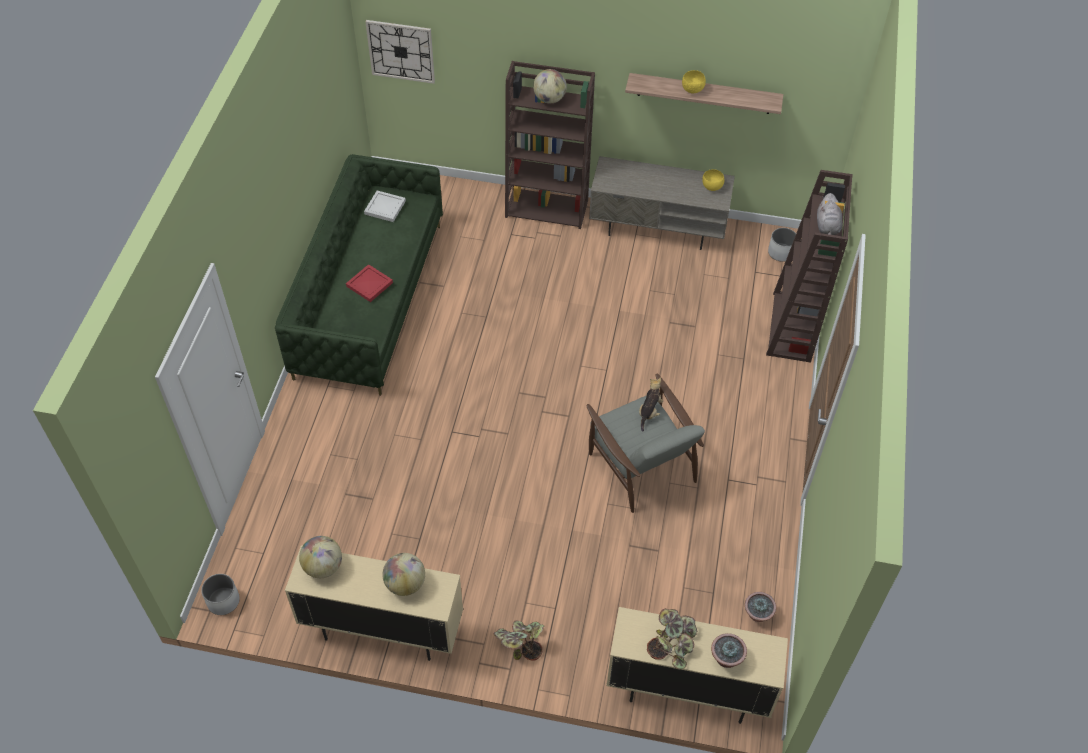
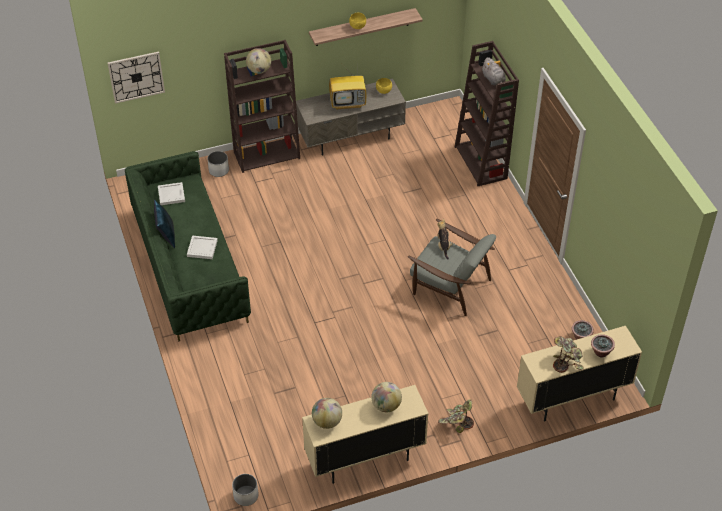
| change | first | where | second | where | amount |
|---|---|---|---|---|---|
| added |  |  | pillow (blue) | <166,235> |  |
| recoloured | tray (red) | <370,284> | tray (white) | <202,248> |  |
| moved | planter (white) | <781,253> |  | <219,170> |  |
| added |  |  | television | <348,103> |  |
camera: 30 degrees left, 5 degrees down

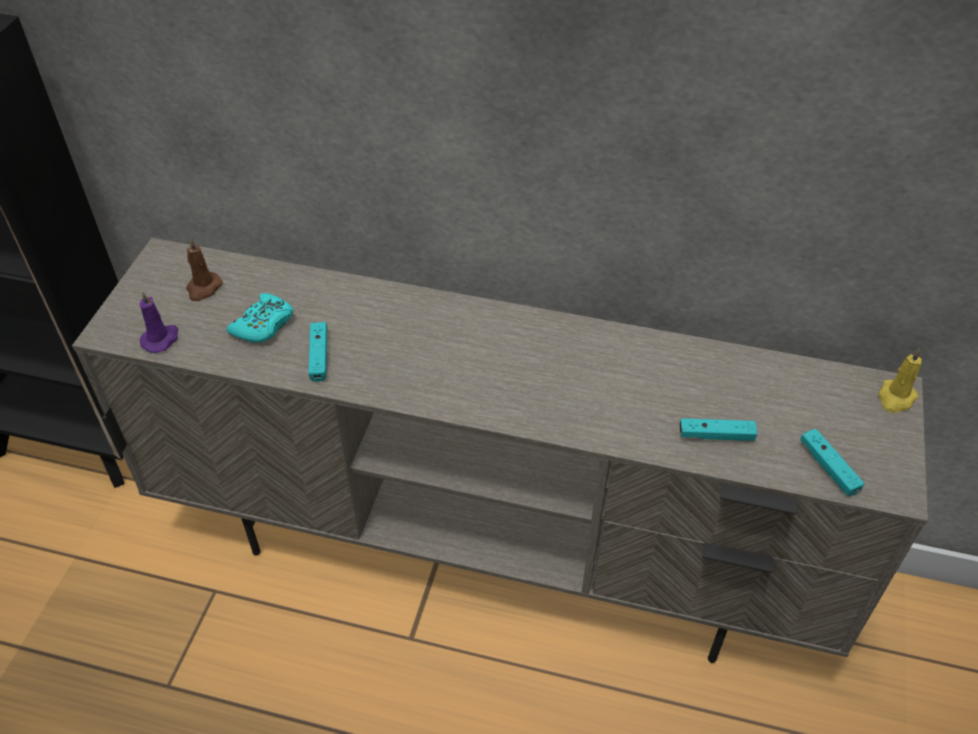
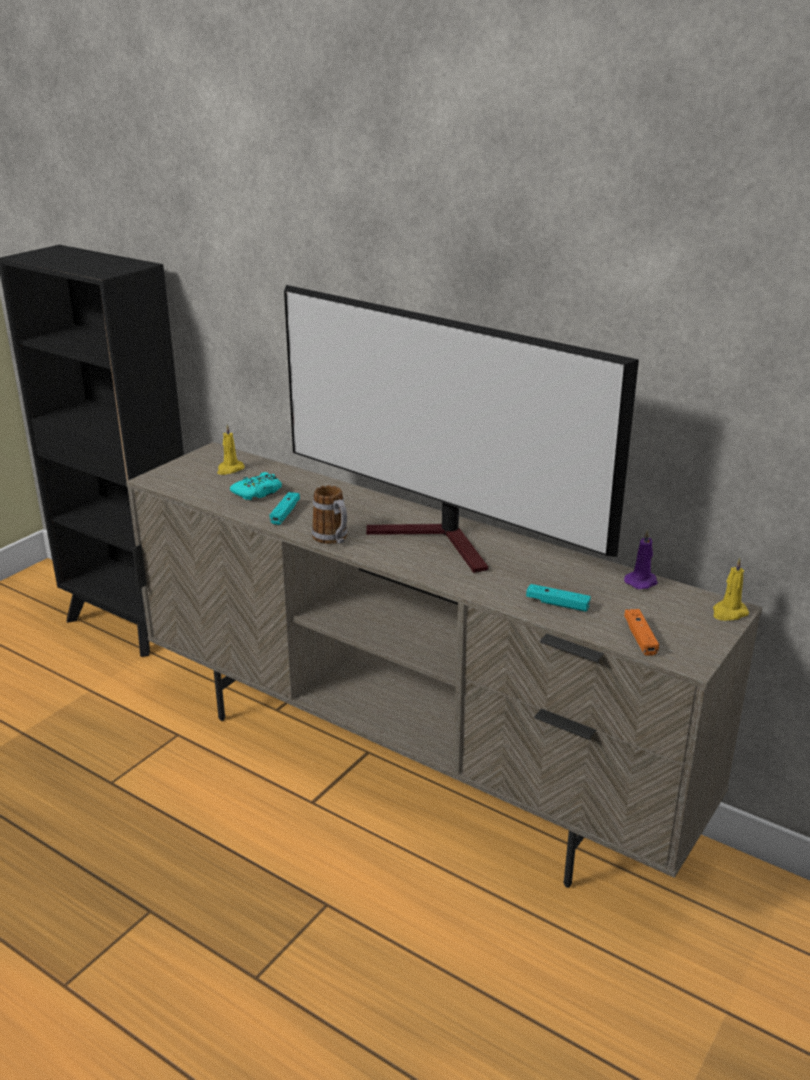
| change | first | where | second | where | amount |
|---|---|---|---|---|---|
| recoloured | candle (brown) | <203,288> | candle (yellow) | <230,469> |  |
| added |  |  | television | <442,541> |  |
| added |  |  | mug | <333,539> |  |
| moved | candle (purple) | <161,339> |  | <642,582> |  |
| recoloured | game controller (turquoise) | <828,467> | game controller (orange) | <640,638> |  |
camera: 20 degrees right, 20 degrees down

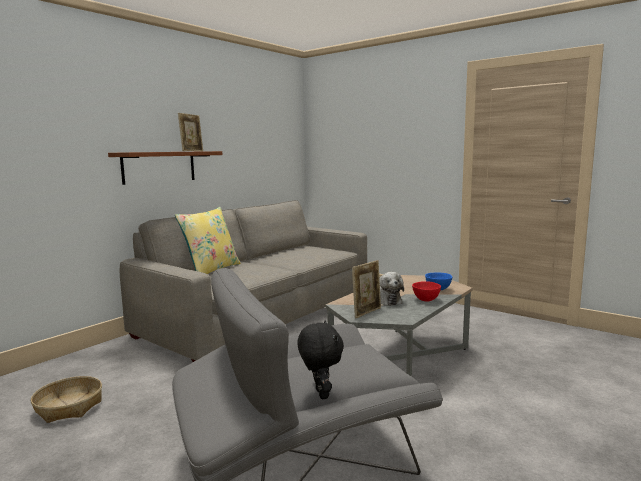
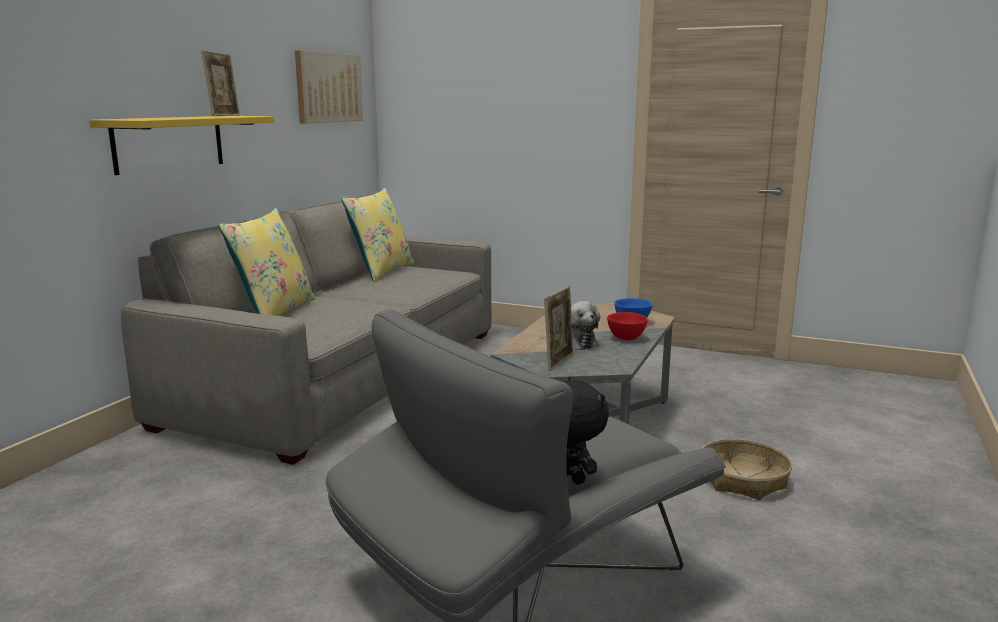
| change | first | where | second | where | amount |
|---|---|---|---|---|---|
| recoloured | shelf (brown) | <159,167> | shelf (yellow) | <169,143> |  |
| added |  |  | picture | <328,87> |  |
| added |  |  | pillow (yellow) | <381,271> |  |
| moved | basket | <69,407> |  | <743,480> |  |
camera: 15 degrees left, 5 degrees up

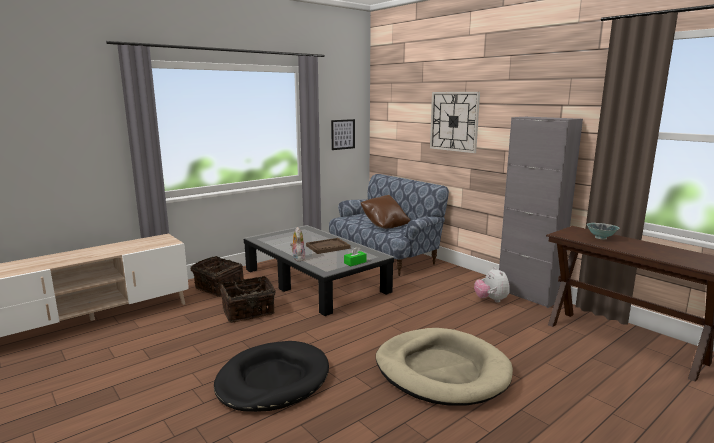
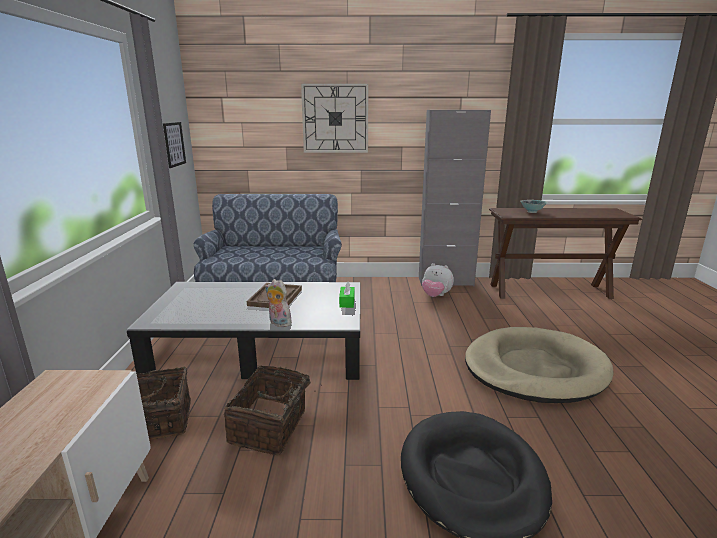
| change | first | where | second | where | amount |
|---|---|---|---|---|---|
| removed | pillow (brown) | <384,225> |  |  |  |
camera: 50 degrees left, 5 degrees up

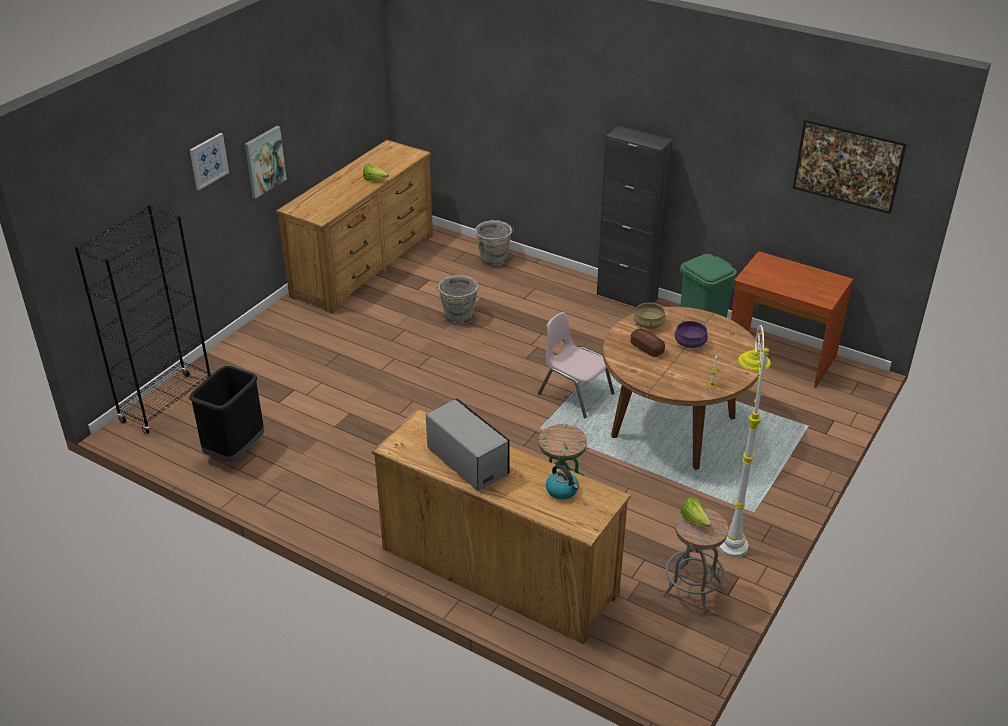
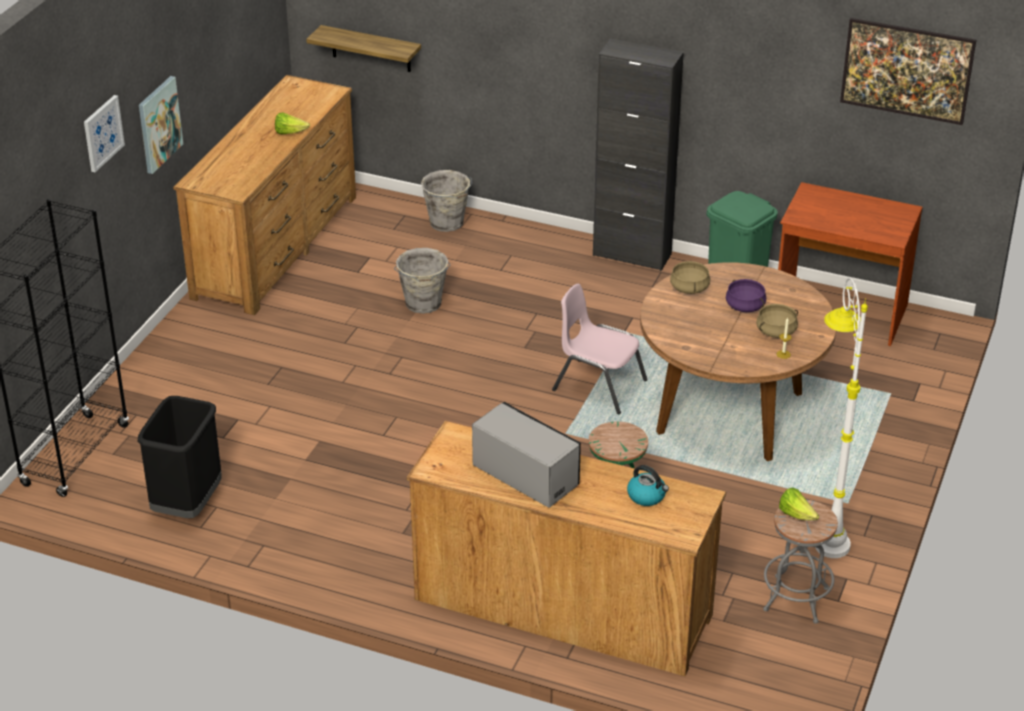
| change | first | where | second | where | amount |
|---|---|---|---|---|---|
| added |  |  | shelf | <371,49> |  |
| added |  |  | cooking pot (beige) | <776,332> |  |
| removed | bread | <647,348> |  |  |  |
camera: 10 degrees left, 0 degrees up

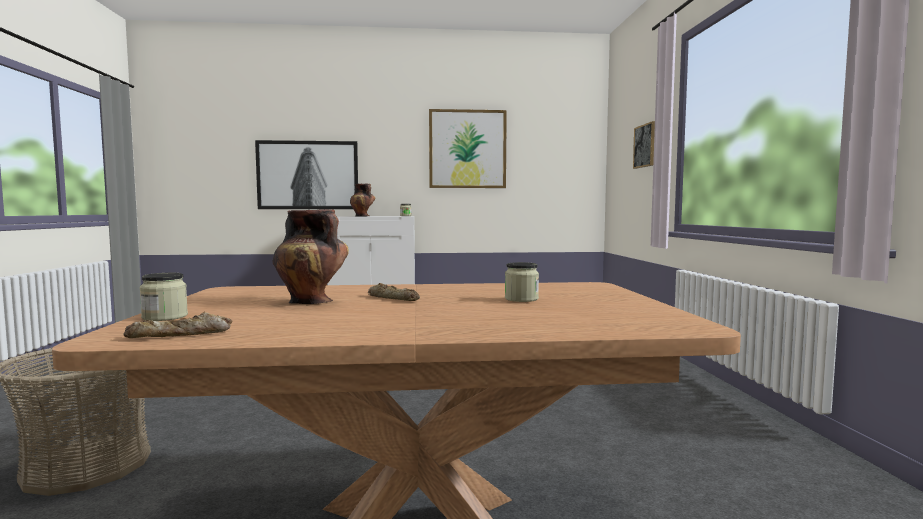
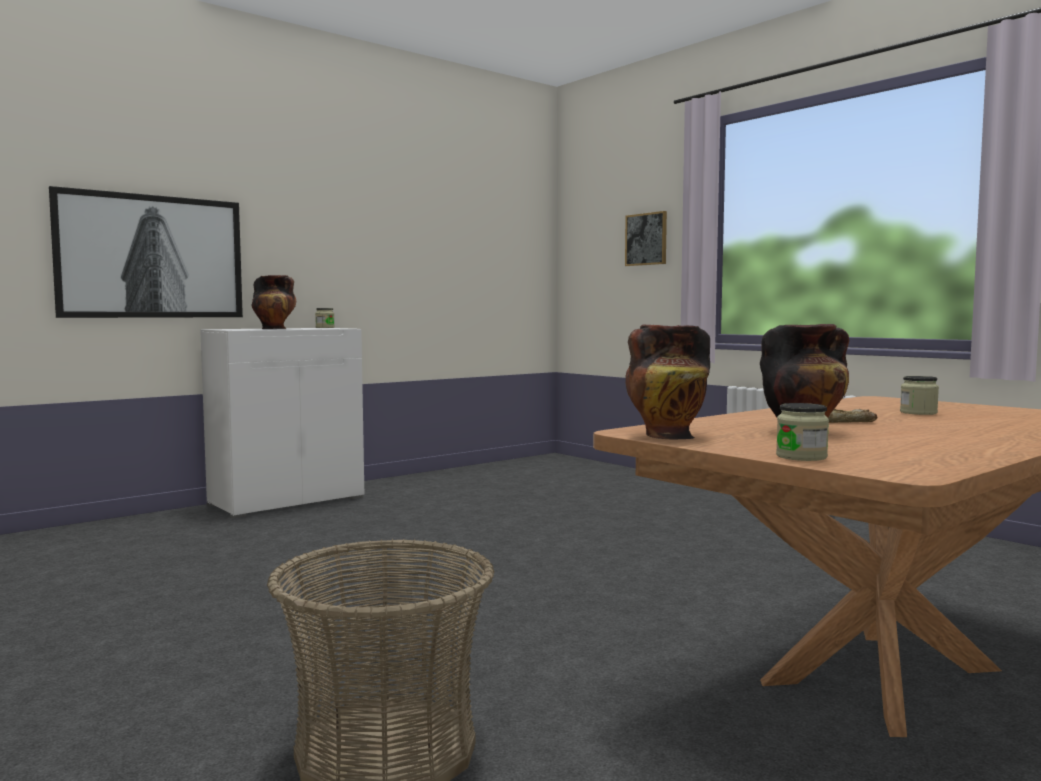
| change | first | where | second | where | amount |
|---|---|---|---|---|---|
| added |  |  | vase | <667,436> |  |
| removed | bread | <180,335> |  |  |  |
| removed | picture | <467,149> |  |  |  |
camera: 35 degrees left, 0 degrees up

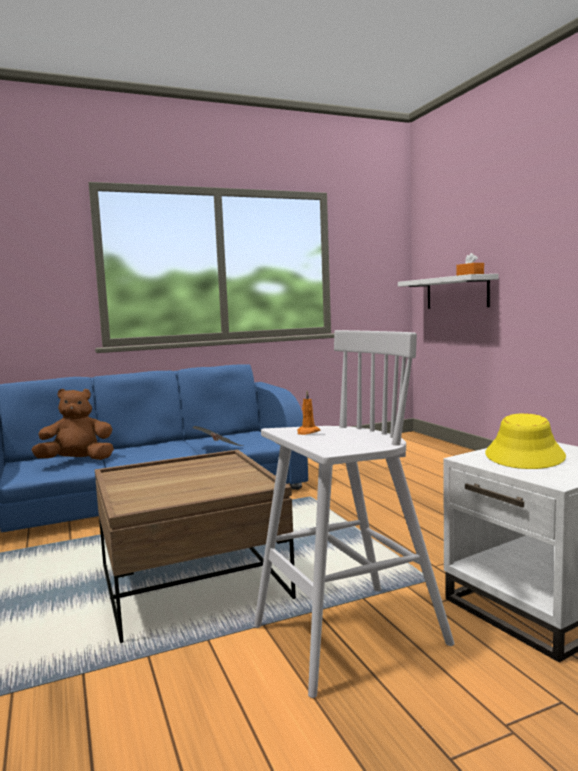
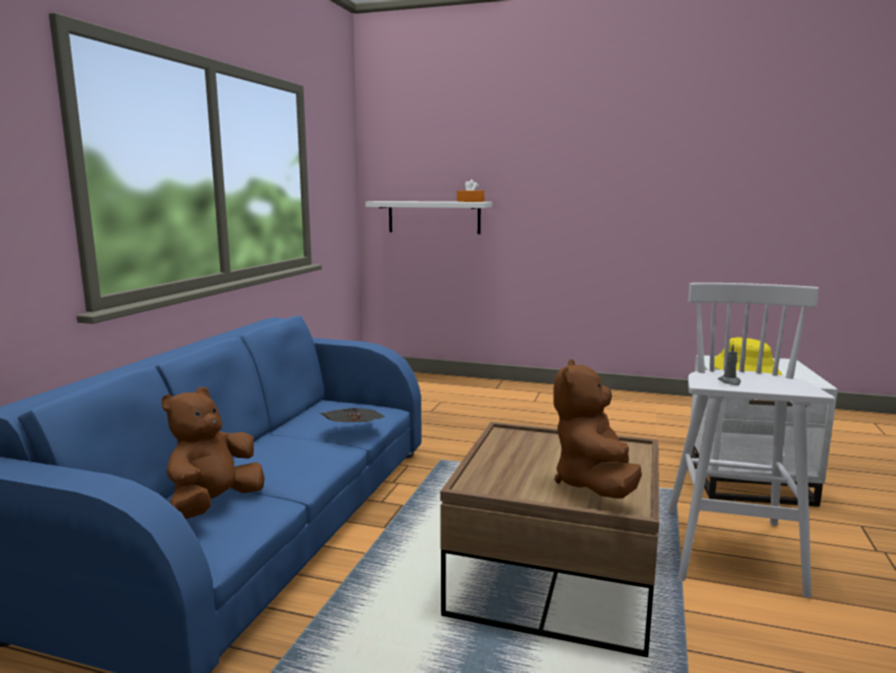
| change | first | where | second | where | amount |
|---|---|---|---|---|---|
| added |  |  | plush toy (brown) | <594,485> |  |
| recoloured | candle (orange) | <307,432> | candle (grey) | <730,382> |  |
camera: 50 degrees left, 5 degrees up

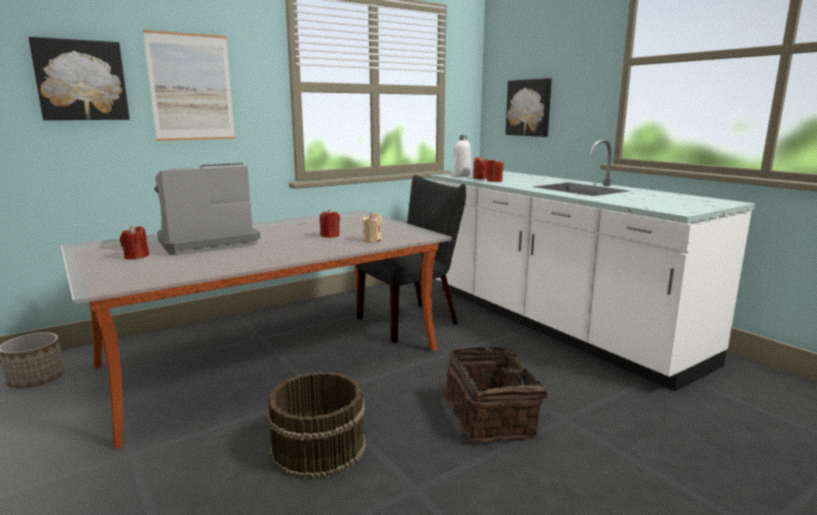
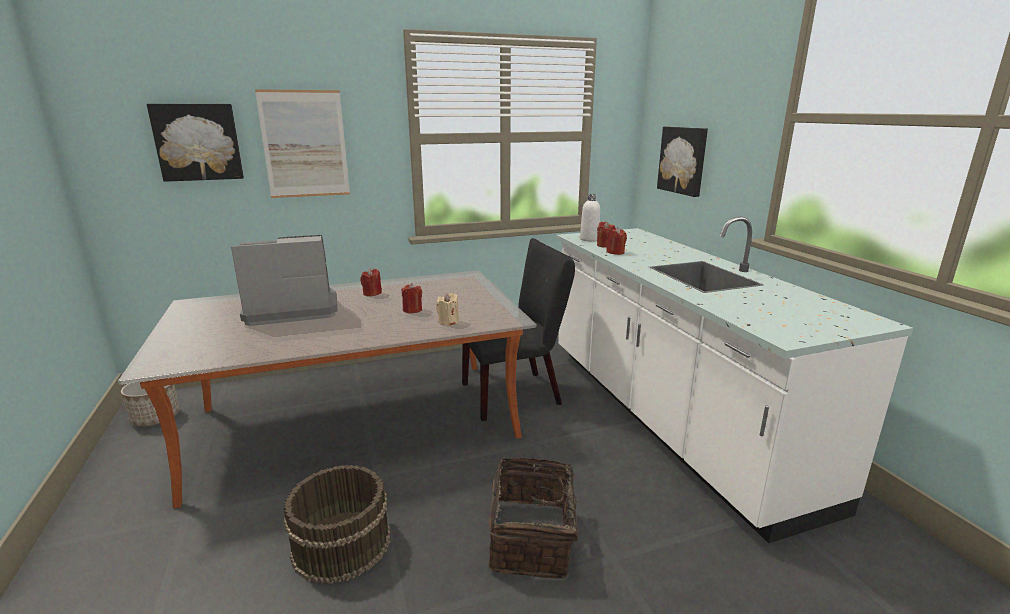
| change | first | where | second | where | amount |
|---|---|---|---|---|---|
| moved | candle (red) | <136,257> |  | <372,293> |  |
camera: 15 degrees right, 5 degrees up

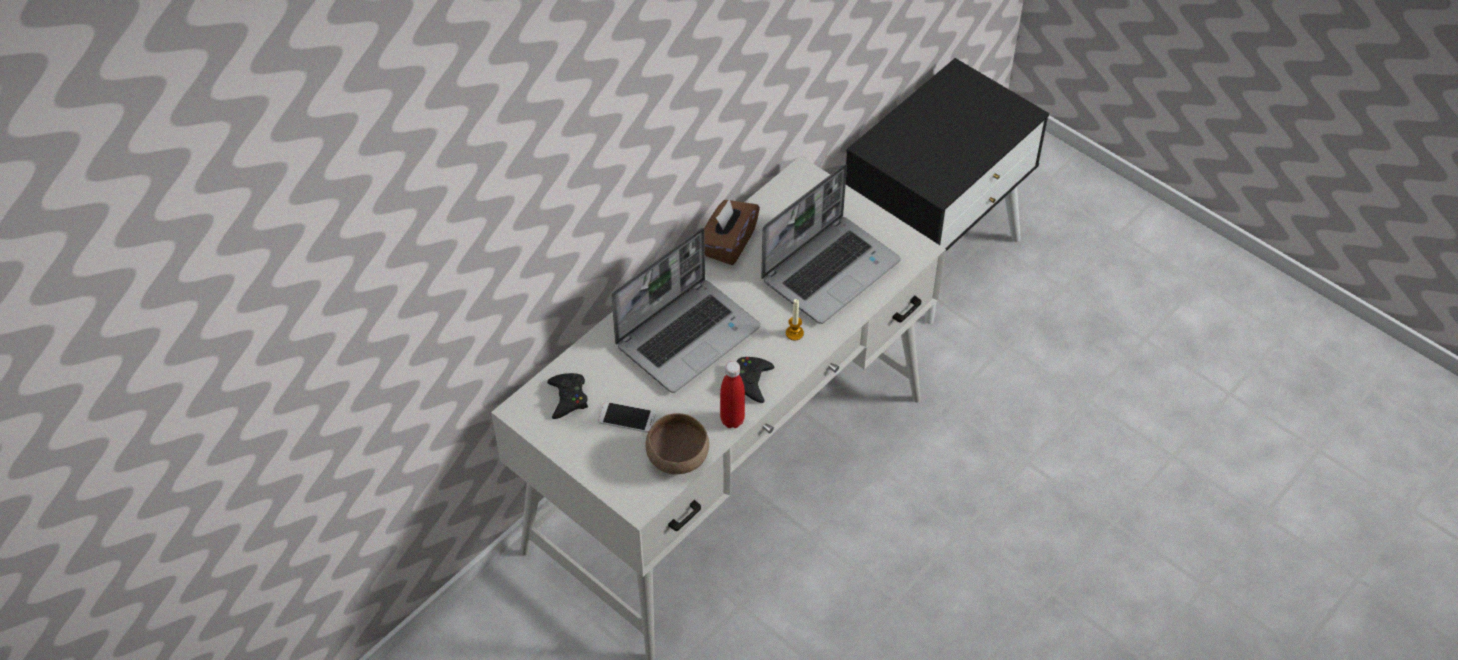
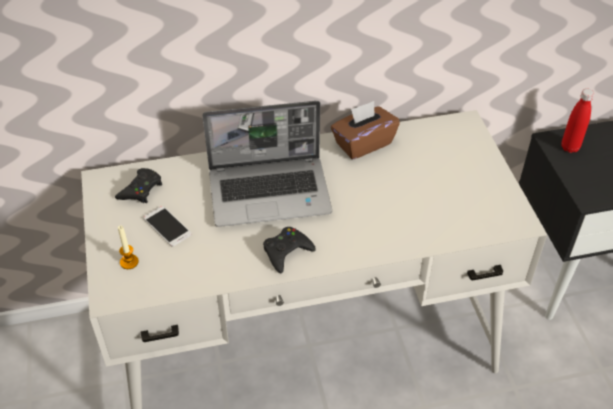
| change | first | where | second | where | amount |
|---|---|---|---|---|---|
| moved | candle | <794,333> |  | <129,262> |  |
| moved | bottle (red) | <732,420> |  | <570,147> |  |
| removed | bowl (brown) | <679,458> |  |  |  |
| removed | laptop | <830,269> |  |  |  |
camera: 35 degrees right, 5 degrees down

